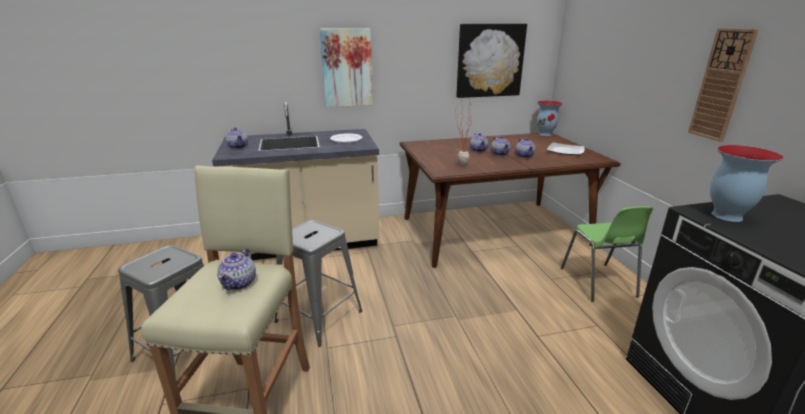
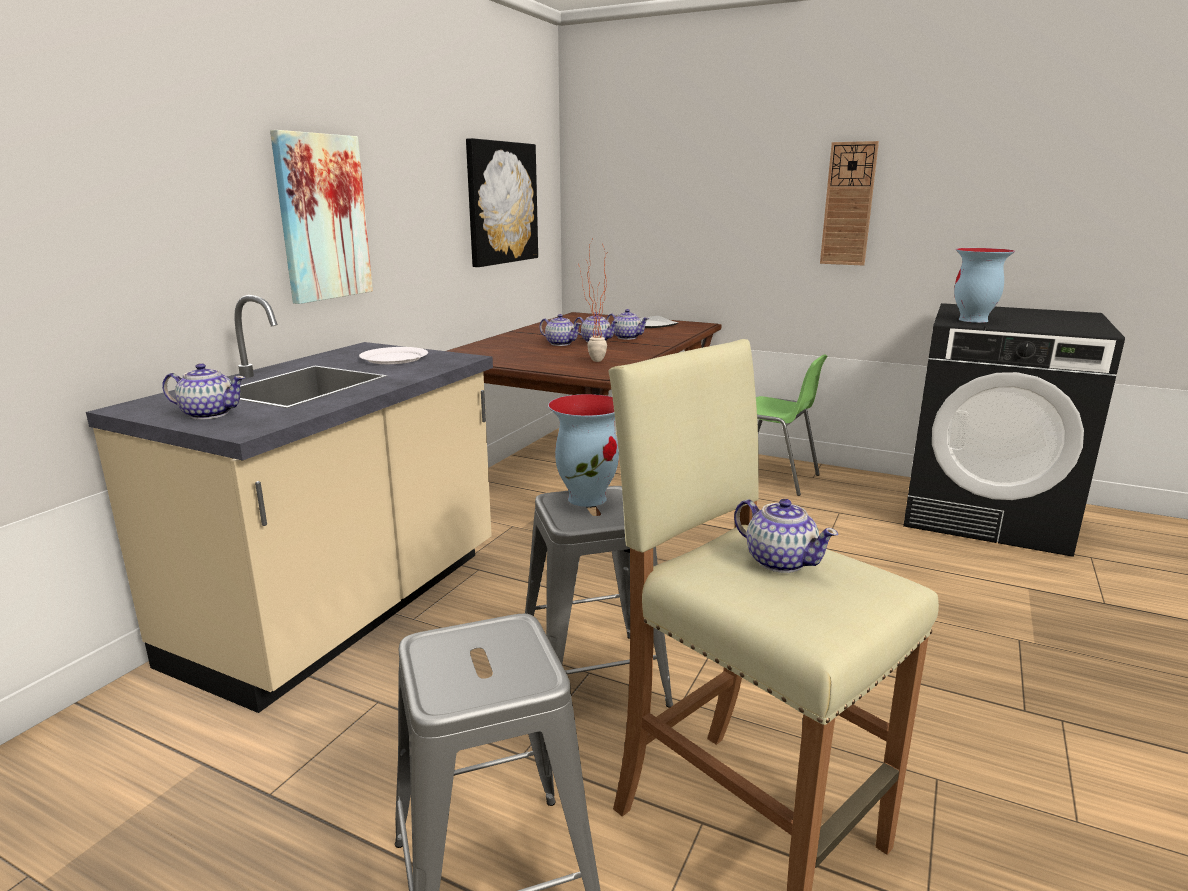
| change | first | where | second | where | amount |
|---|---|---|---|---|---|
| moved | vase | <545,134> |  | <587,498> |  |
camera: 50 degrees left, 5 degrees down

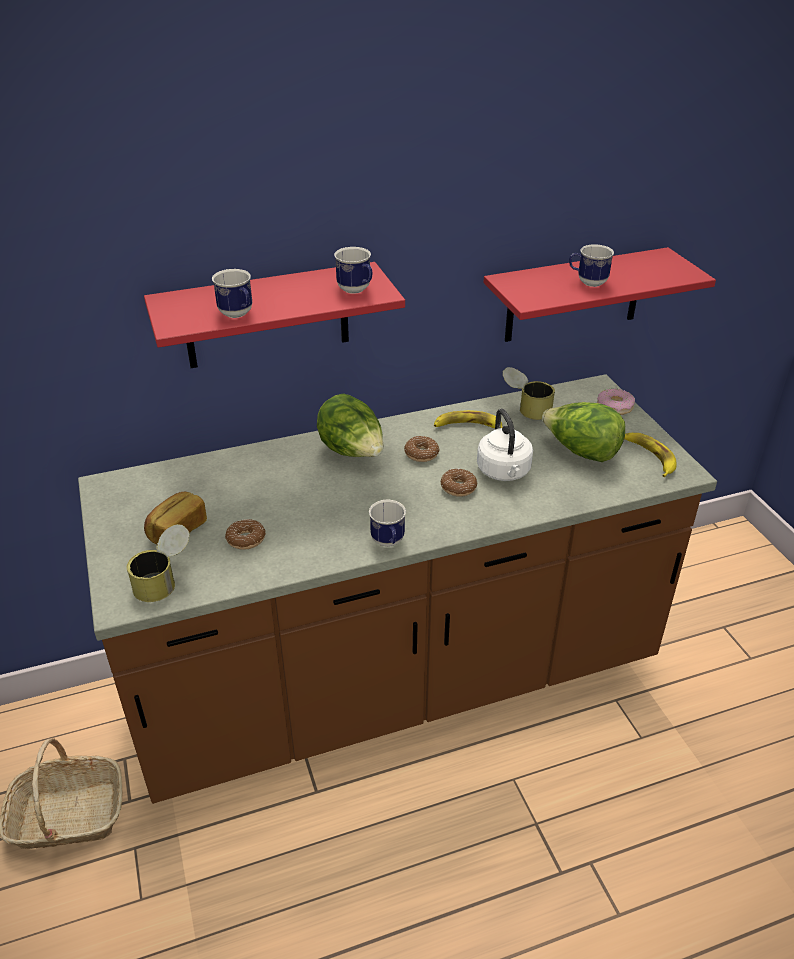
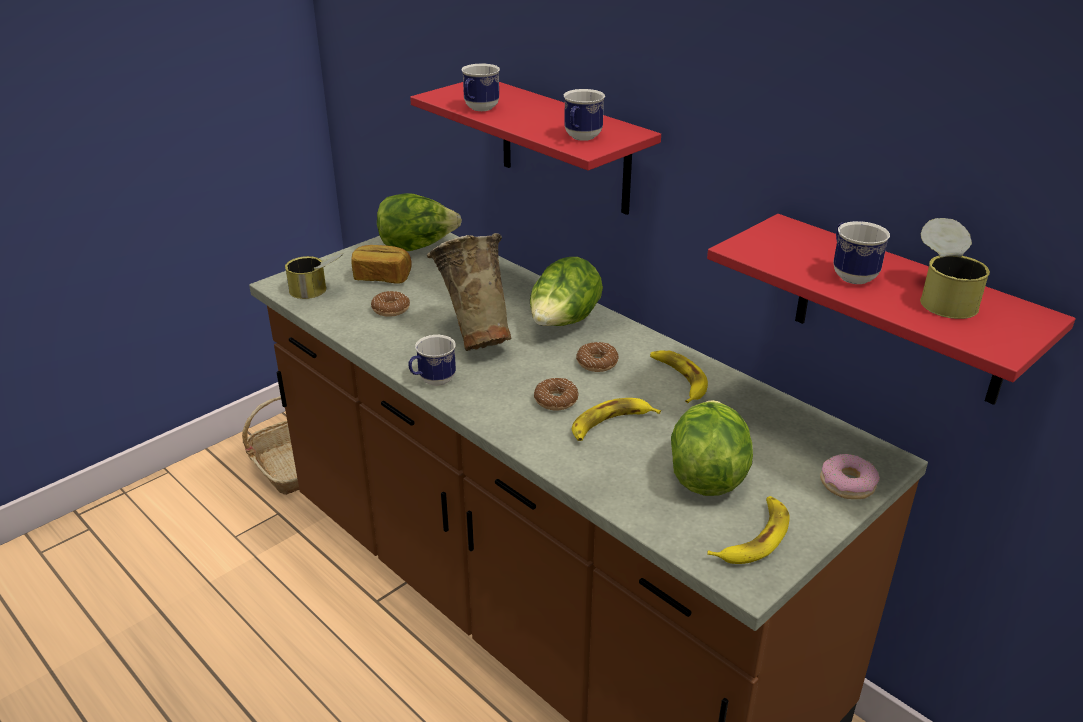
| change | first | where | second | where | amount |
|---|---|---|---|---|---|
| added |  |  | lettuce | <417,247> |  |
| added |  |  | vase (beige) | <475,338> |  |
| replaced | kettle (white) | <504,472> | banana | <610,424> |  |
| moved | can | <526,408> |  | <943,296> |  |
camera: 65 degrees right, 5 degrees down

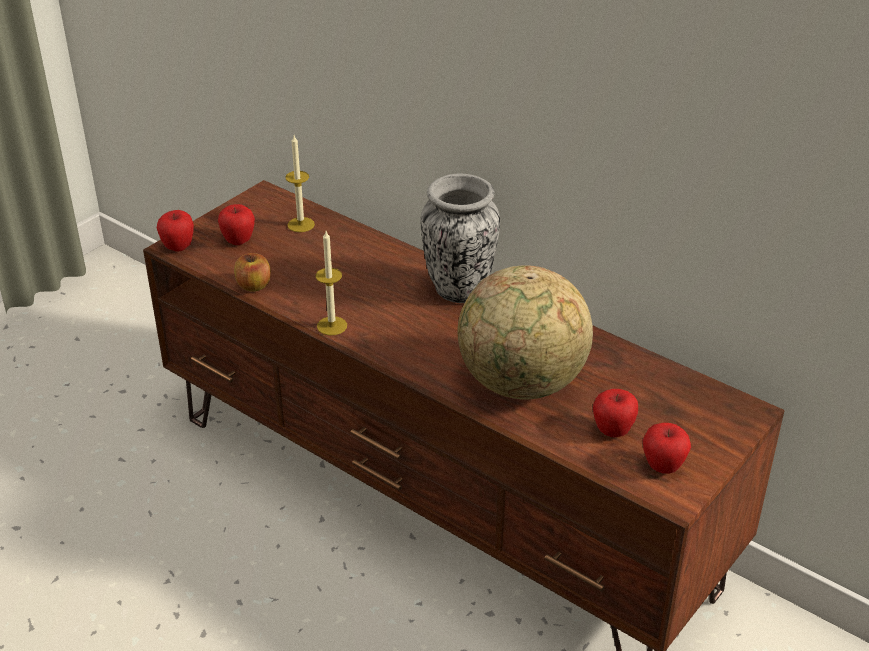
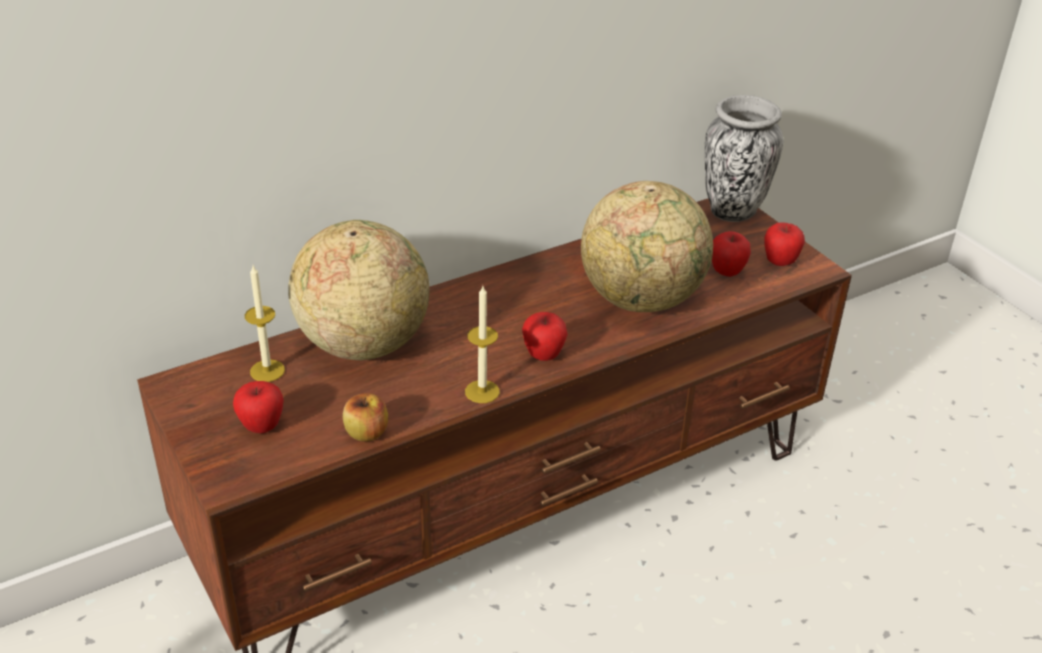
| change | first | where | second | where | amount |
|---|---|---|---|---|---|
| added |  |  | globe | <363,344> |  |
| moved | apple | <178,247> |  | <543,355> |  |
| moved | vase | <459,290> |  | <732,211> |  |
camera: 70 degrees left, 0 degrees up

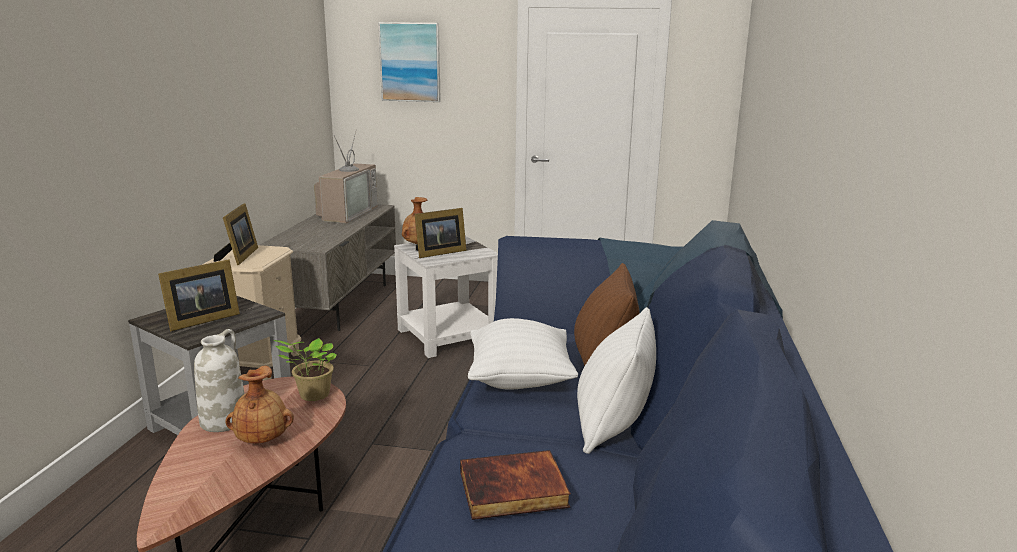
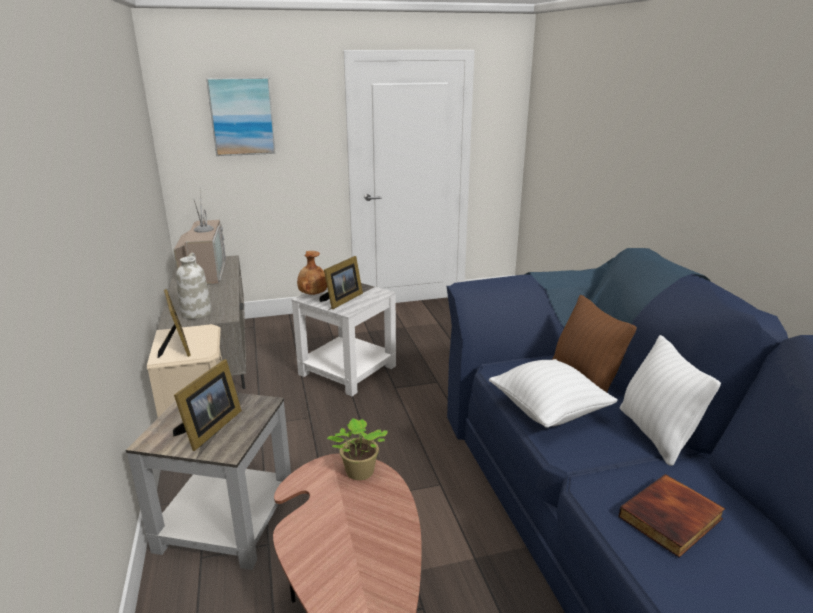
| change | first | where | second | where | amount |
|---|---|---|---|---|---|
| moved | vase (white) | <224,420> |  | <196,313> |  |
| removed | vase (brown) | <262,439> |  |  |  |
camera: 25 degrees left, 5 degrees up

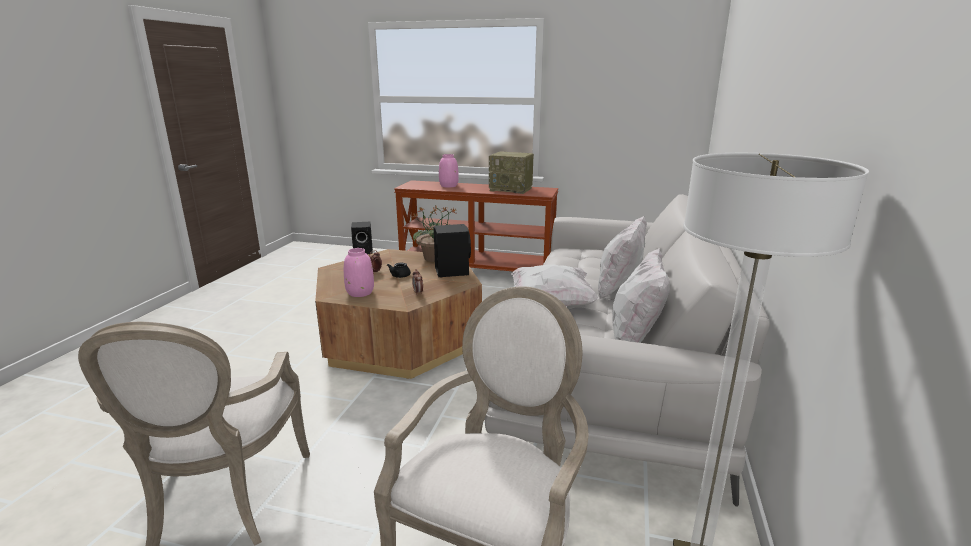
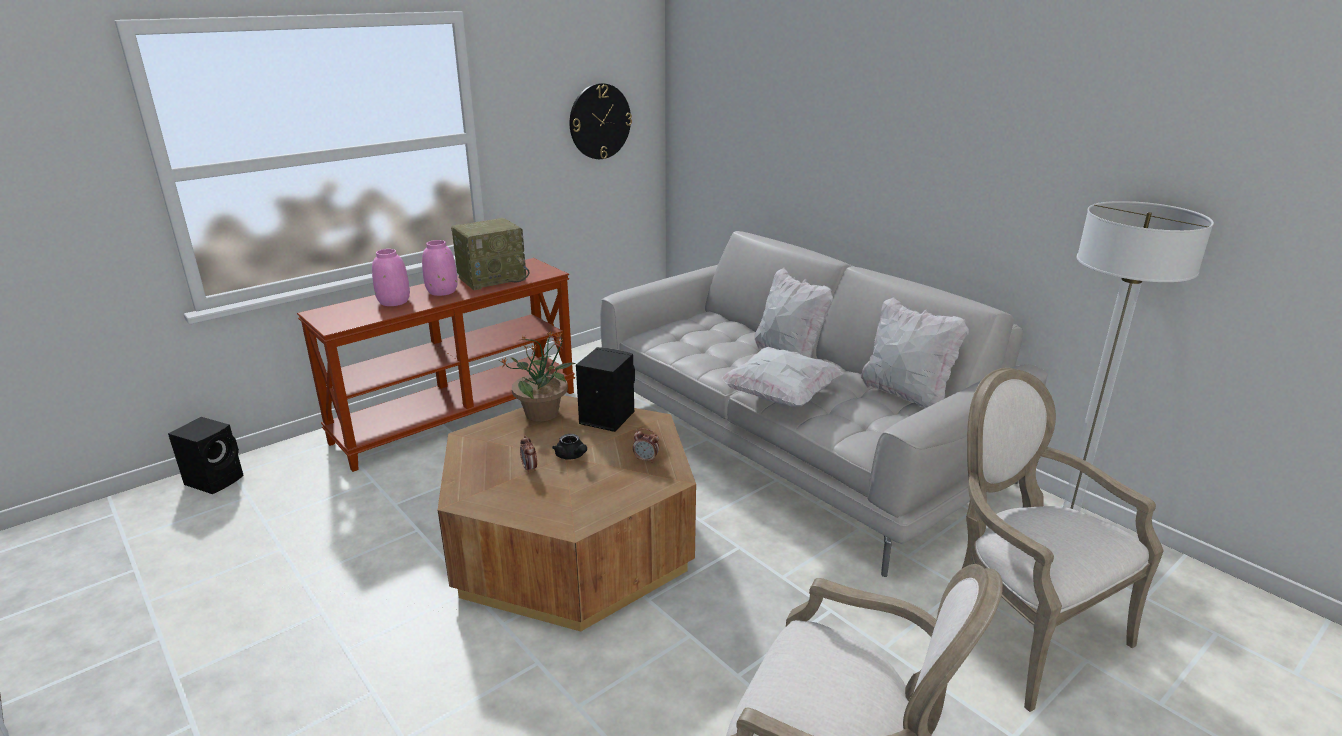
| change | first | where | second | where | amount |
|---|---|---|---|---|---|
| moved | vase (pink) | <360,292> |  | <442,291> |  |
| added |  |  | wall clock | <600,121> |  |
camera: 55 degrees left, 5 degrees up

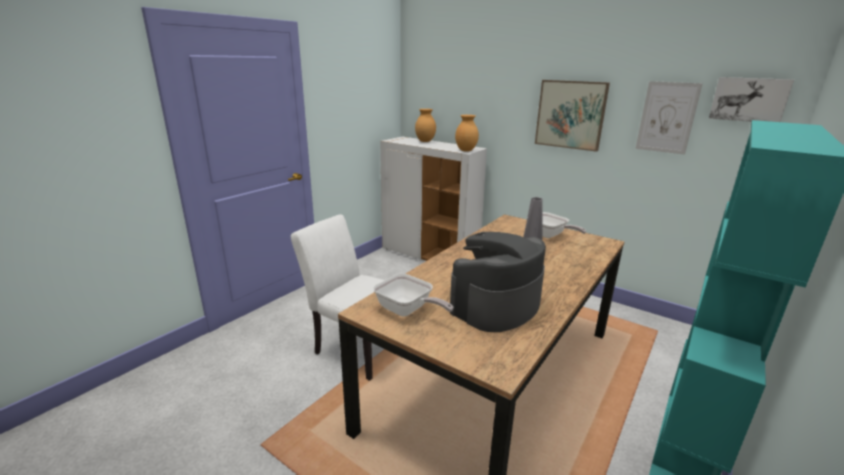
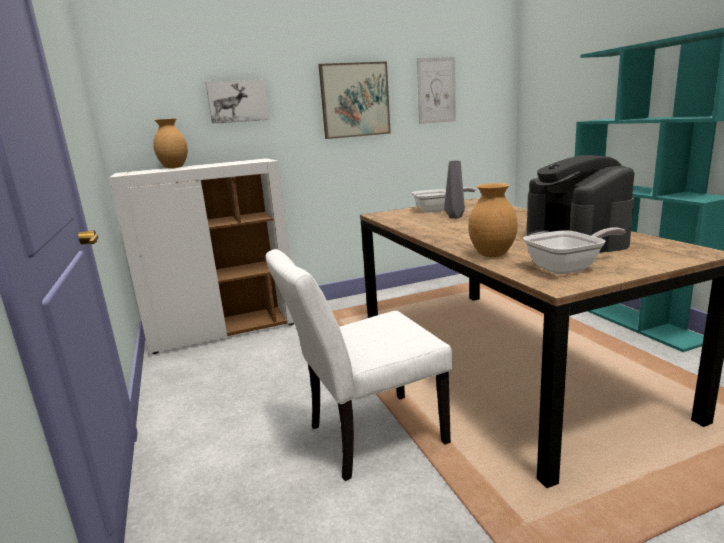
| change | first | where | second | where | amount |
|---|---|---|---|---|---|
| moved | picture | <749,99> |  | <237,101> |  |
| moved | vase (brown) | <466,150> |  | <491,255> |  |
camera: 55 degrees left, 5 degrees down

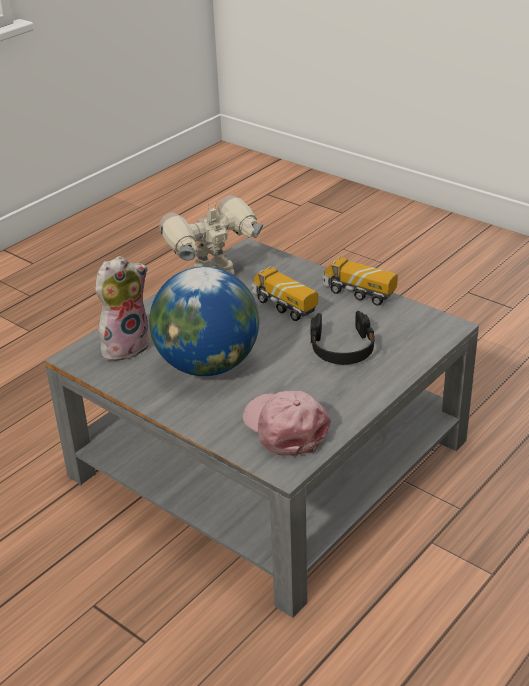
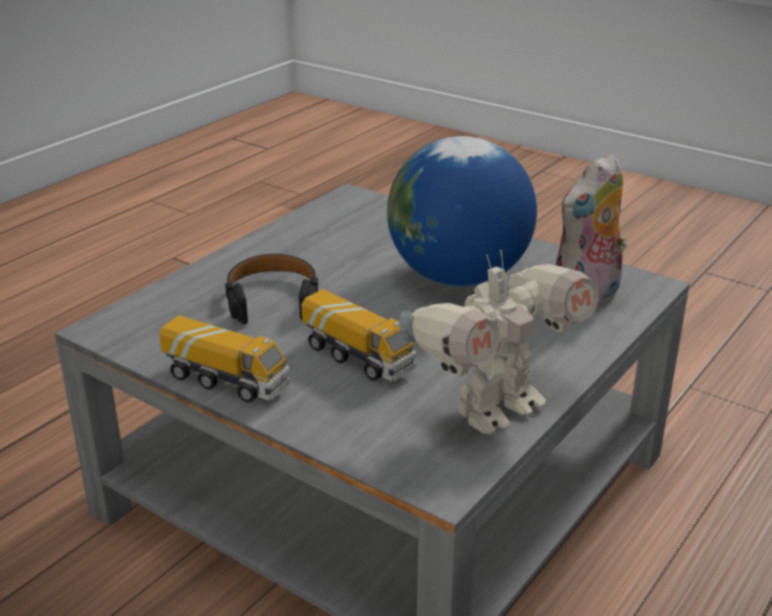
| change | first | where | second | where | amount |
|---|---|---|---|---|---|
| removed | cap (pink) | <285,427> |  |  |  |
camera: 175 degrees right, 5 degrees down

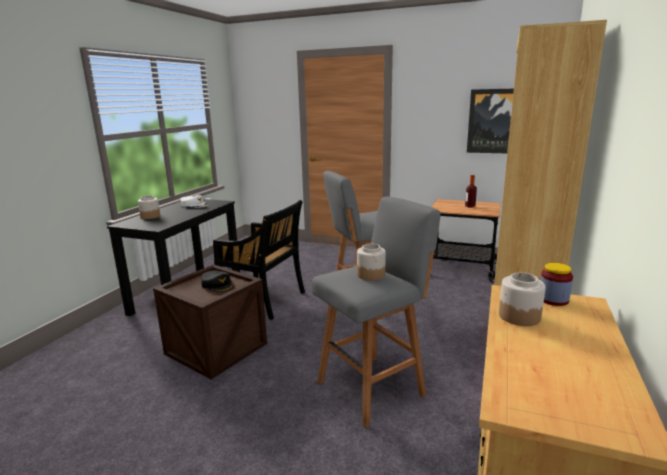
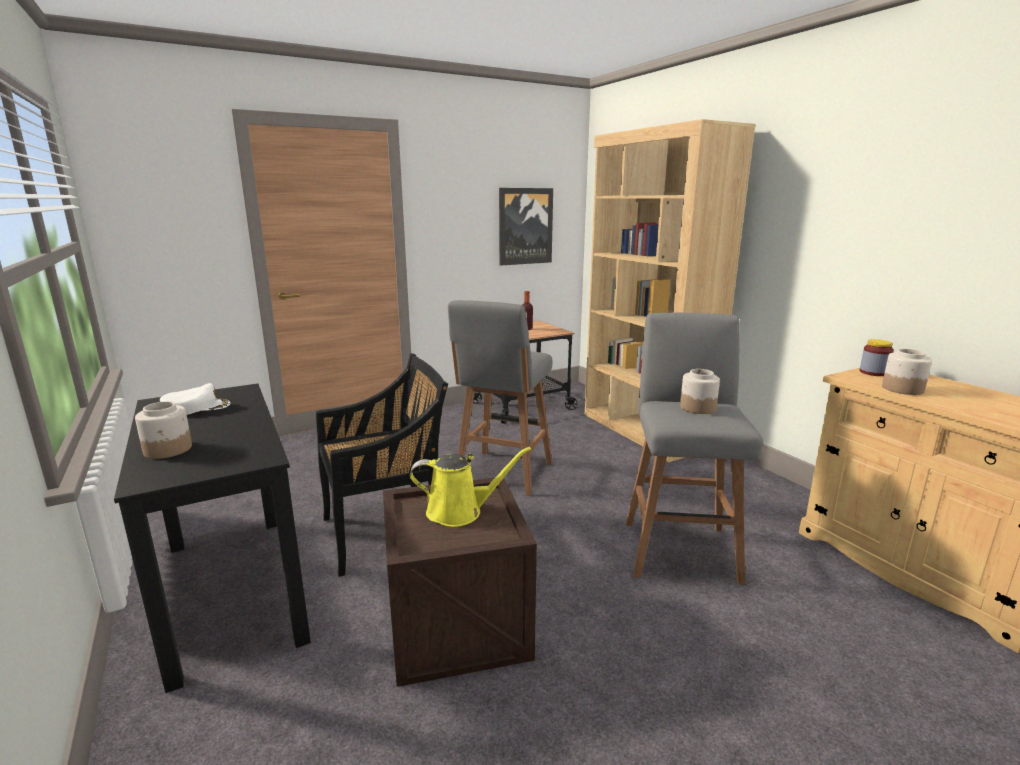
| change | first | where | second | where | amount |
|---|---|---|---|---|---|
| replaced | cap (black) | <218,285> | watering can (yellow) | <460,511> |  |
camera: 50 degrees left, 0 degrees up

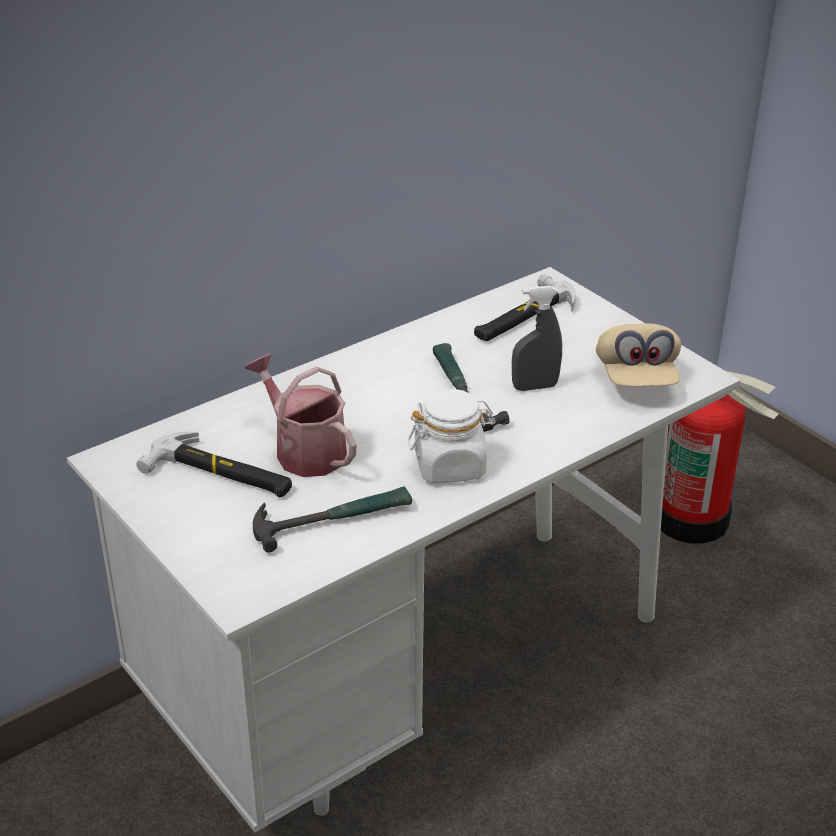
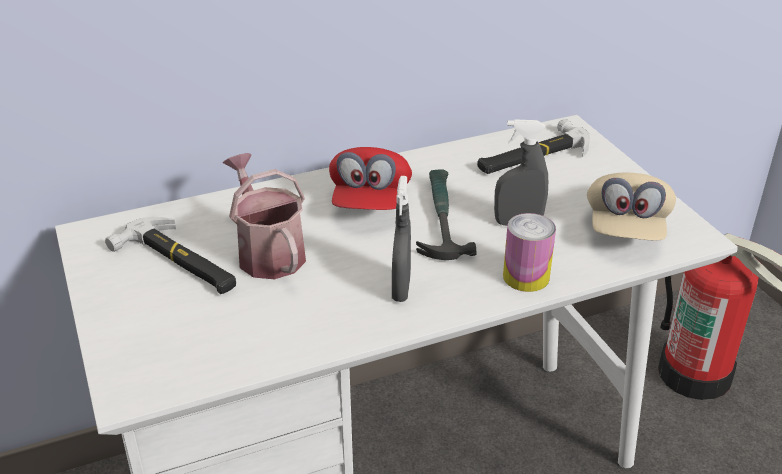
| change | first | where | second | where | amount |
|---|---|---|---|---|---|
| added |  |  | cap (red) | <370,201> |  |
| replaced | jar (white) | <450,465> | spray bottle (grey) | <401,289> |  |
| added |  |  | can | <526,277> |  |
| removed | hammer | <332,519> |  |  |  |
camera: 15 degrees right, 0 degrees up

